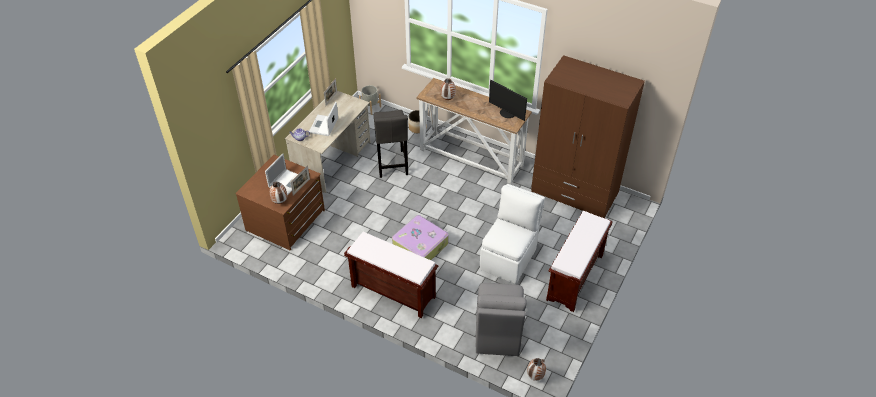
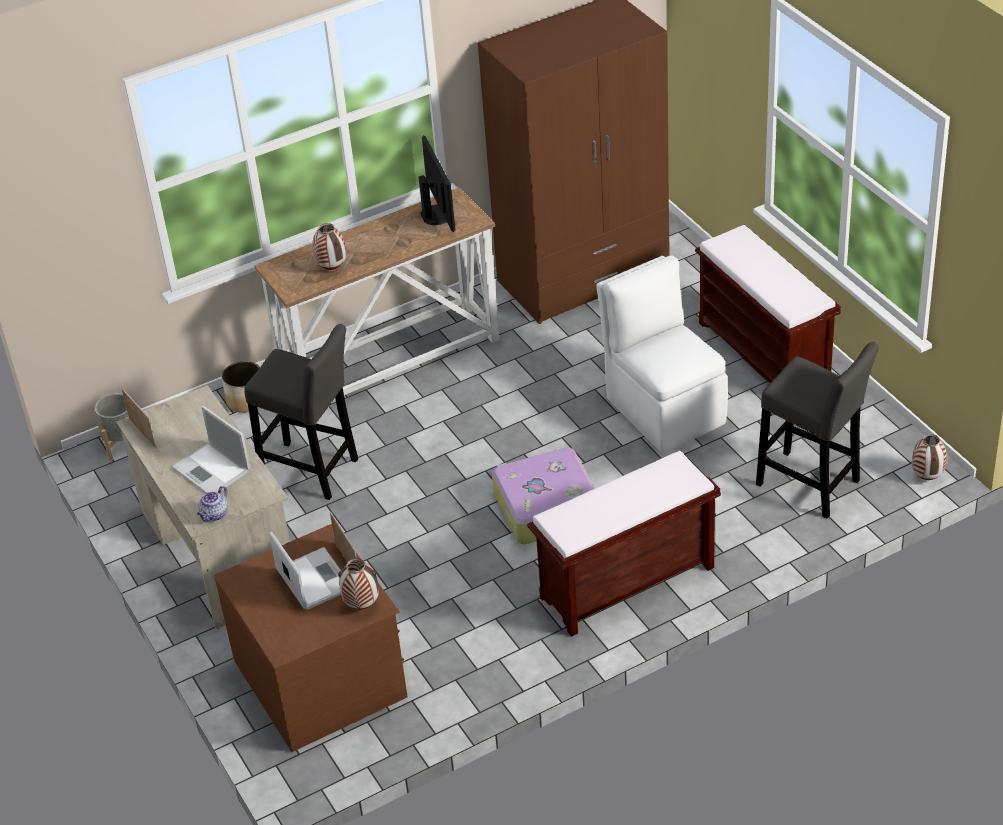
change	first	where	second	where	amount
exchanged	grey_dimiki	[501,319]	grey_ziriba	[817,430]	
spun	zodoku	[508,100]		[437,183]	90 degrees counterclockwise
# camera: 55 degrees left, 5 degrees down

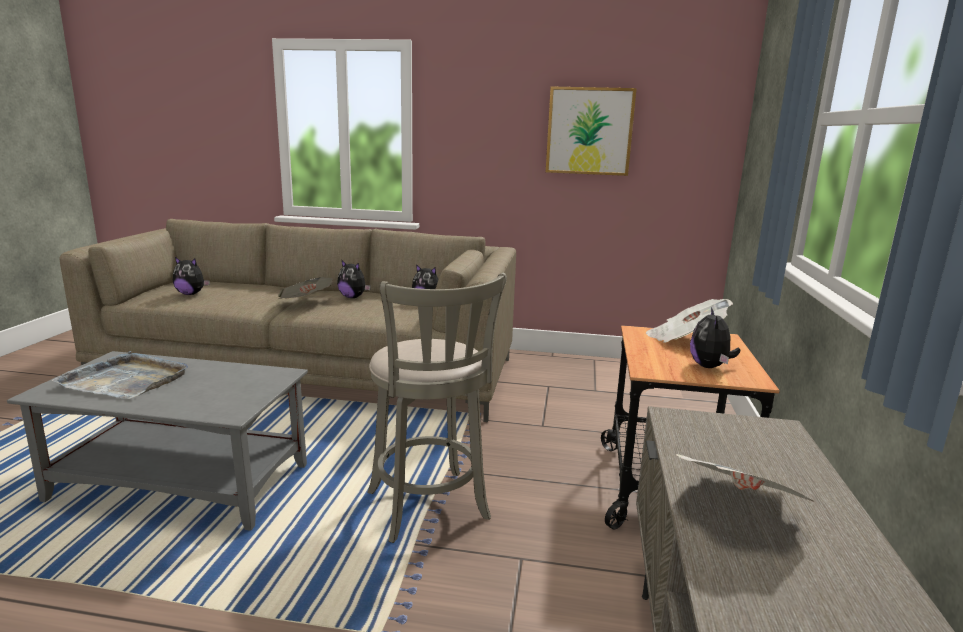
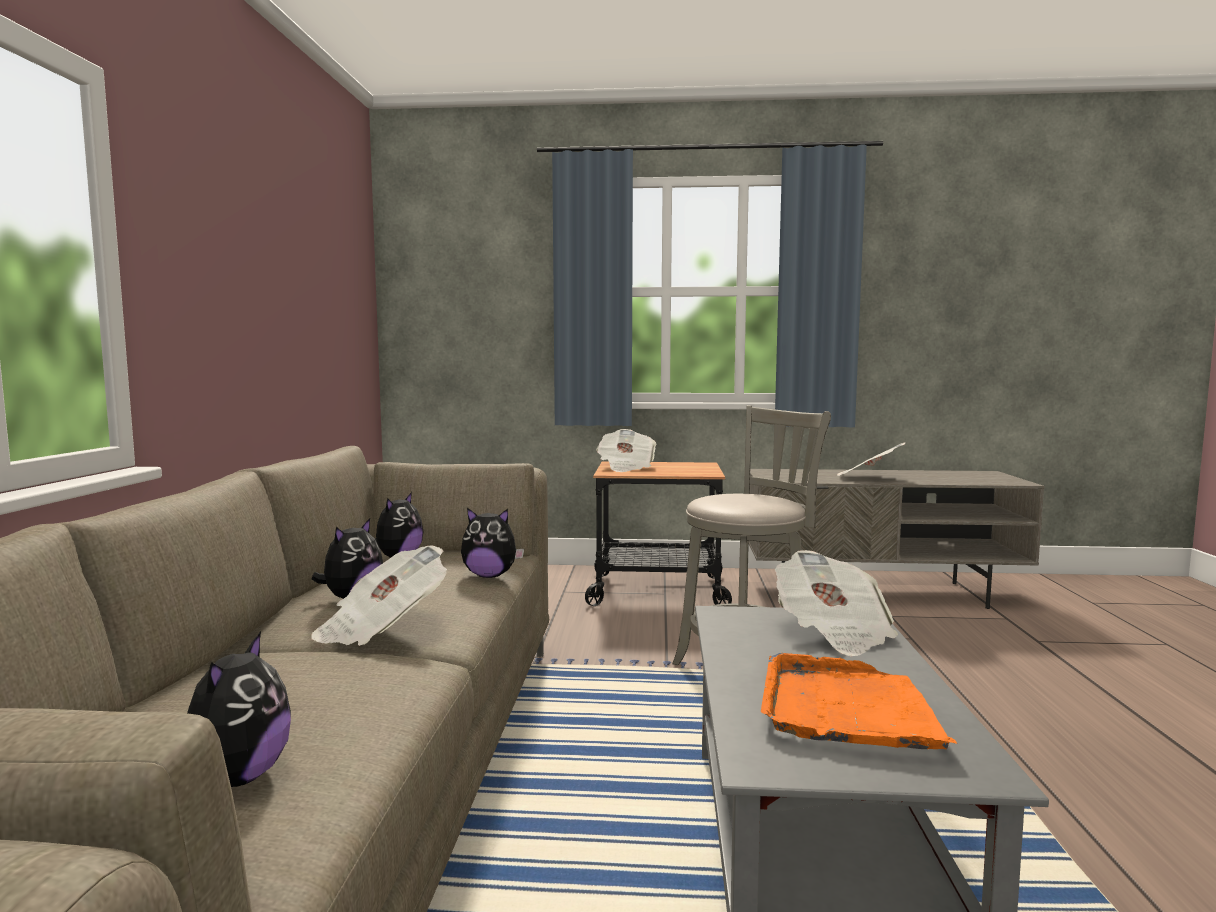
change	first	where	second	where	amount
missing	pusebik	[591,131]			
appeared			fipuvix	[836,603]	
relocated	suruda	[715,337]		[492,543]	
colour	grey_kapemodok	[120,375]	orange_kapemodok	[859,701]	
# camera: 95 degrees left, 10 degrees down

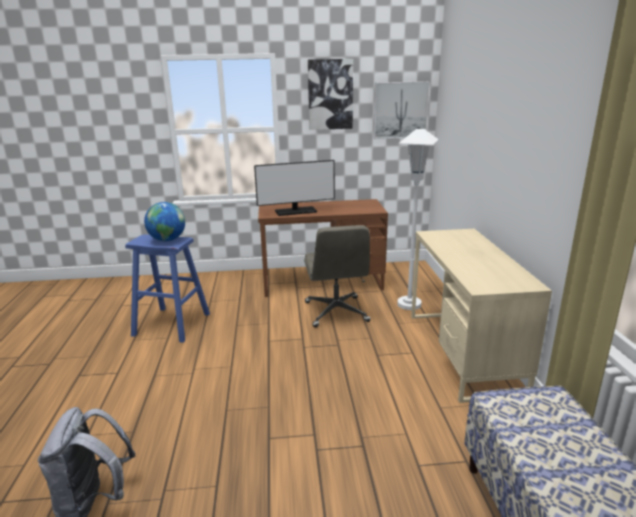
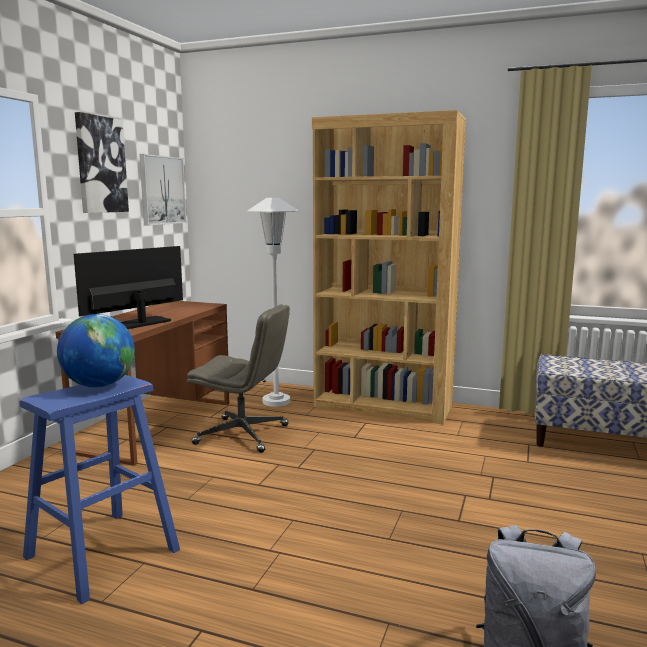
change	first	where	second	where	amount
exchanged	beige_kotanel	[481,316]	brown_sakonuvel	[389,267]	
spun	zodoku	[294,188]		[128,287]	150 degrees counterclockwise
# camera: 65 degrees left, 10 degrees down

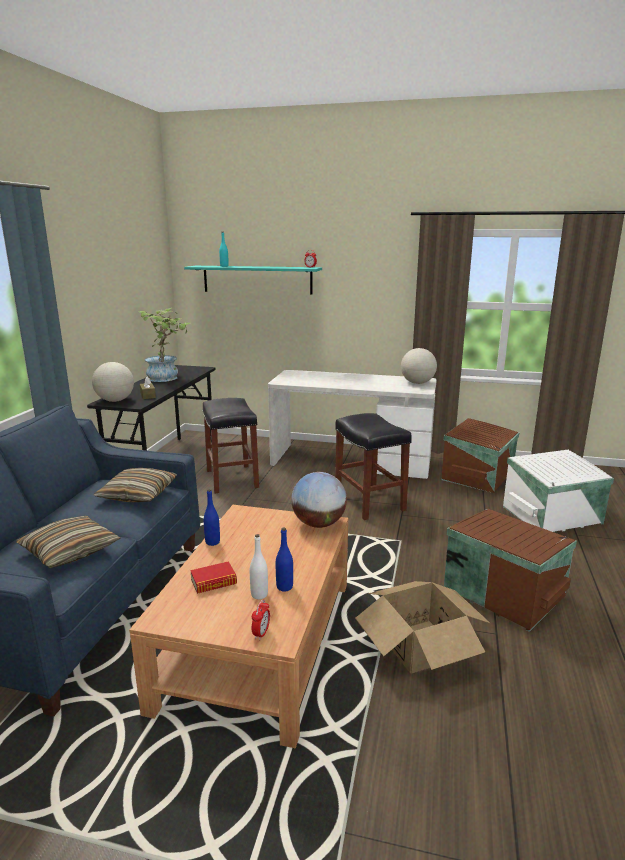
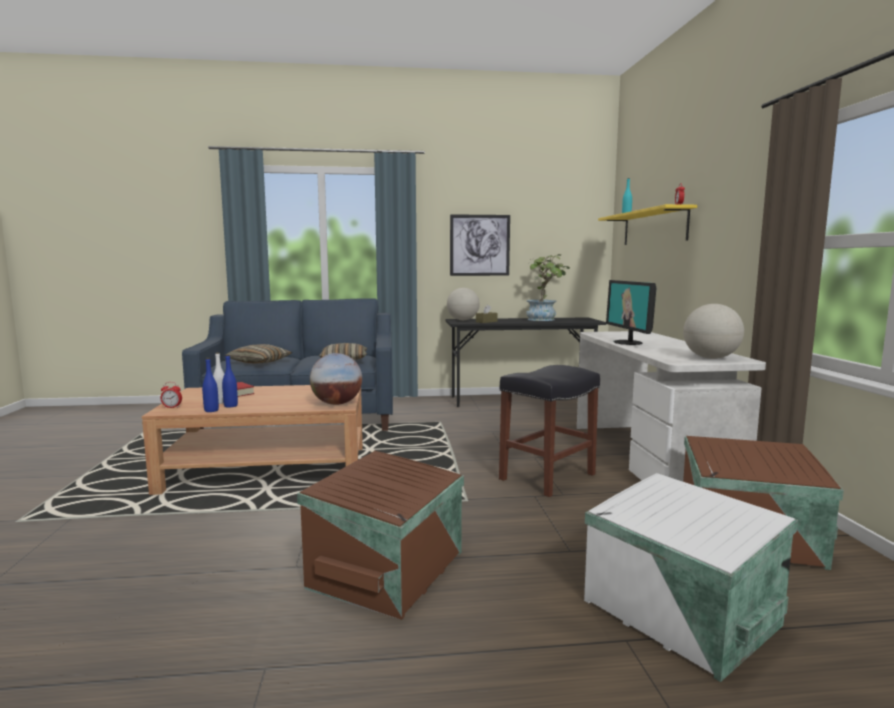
change	first	where	second	where	amount
missing	black_ziriba	[230,445]			
missing	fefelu	[423,627]			
appeared			pusebik	[480,245]	
appeared			zodoku	[631,312]	
relocated	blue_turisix	[212,517]		[210,385]	
colour	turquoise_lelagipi	[253,280]	yellow_lelagipi	[647,224]	
# camera: 70 degrees right, 10 degrees down

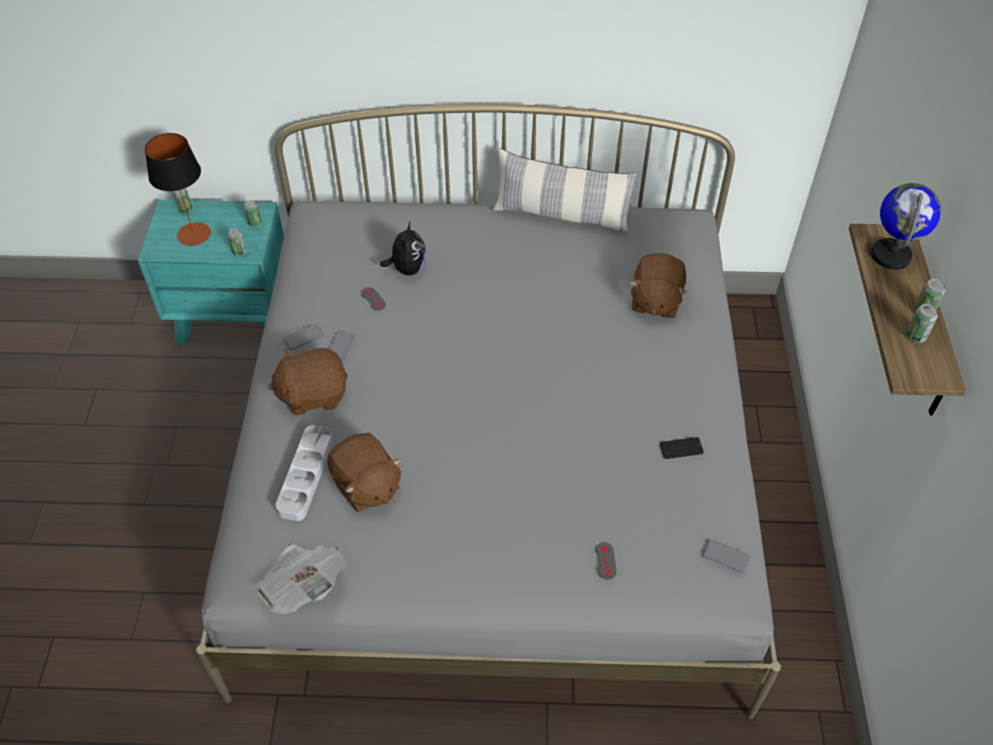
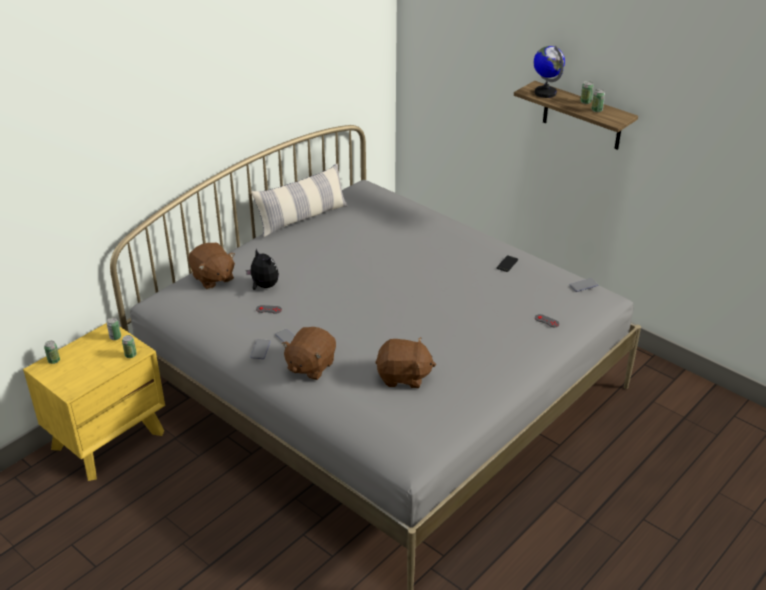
change	first	where	second	where	amount
missing	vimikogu	[178,189]			
missing	fipuvix	[300,579]			
missing	grey_kapemodok	[304,473]			
relocated	brown_suruda	[658,285]		[212,266]	
colour	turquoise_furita	[211,273]	yellow_furita	[94,402]	
# camera: 50 degrees left, 15 degrees down

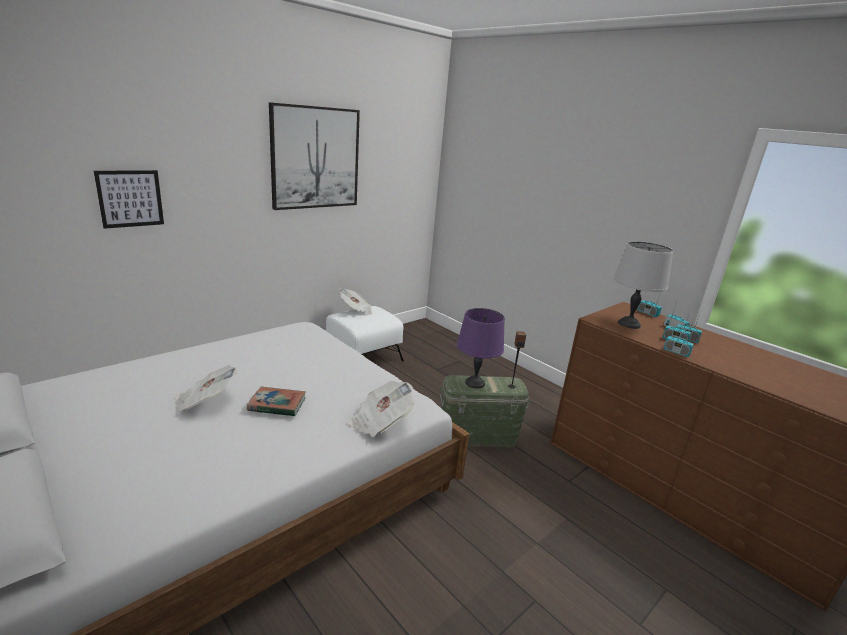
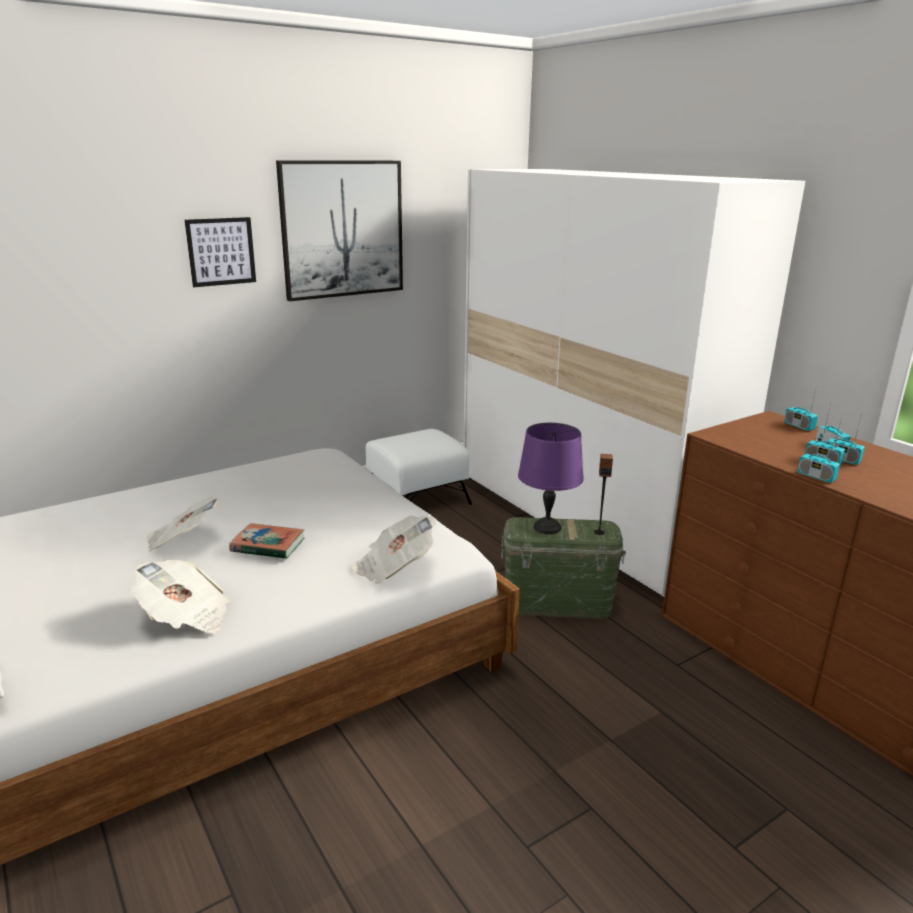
change	first	where	second	where	amount
missing	grey_vimikogu	[643,285]			
appeared			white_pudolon	[634,383]	
relocated	pusebik	[129,199]		[220,252]	
relocated	fipuvix	[355,302]		[180,597]	
# camera: 10 degrees right, 0 degrees up

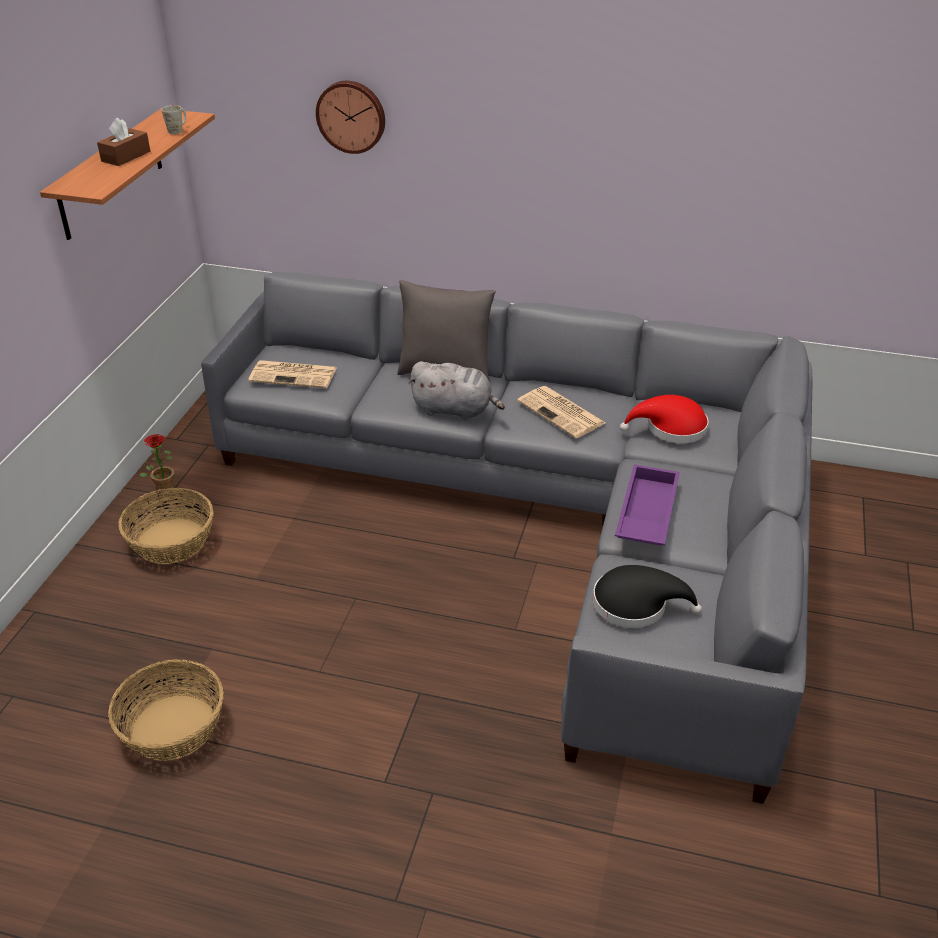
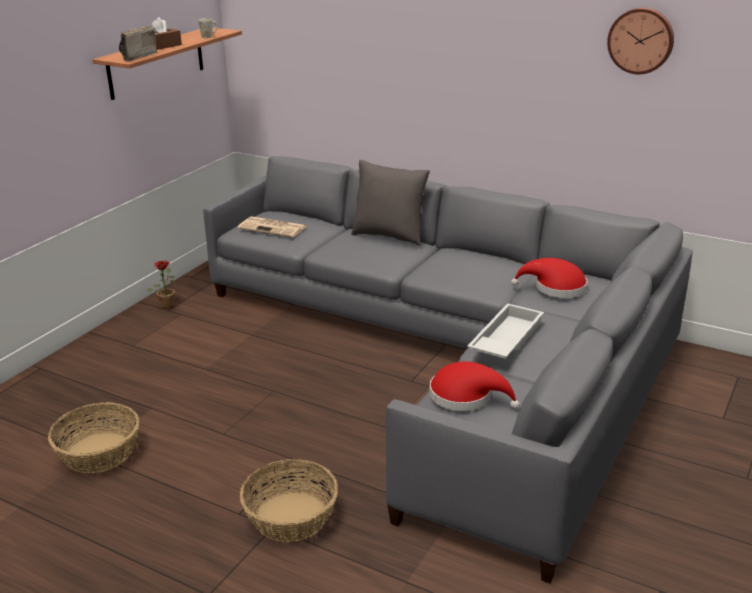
change	first	where	second	where	amount
missing	grey_suruda	[456,390]			
missing	fipuvix	[561,412]			
appeared			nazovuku	[138,43]	
relocated	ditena	[166,526]		[289,500]	
relocated	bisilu	[350,117]		[640,40]	
colour	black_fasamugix	[647,596]	red_fasamugix	[474,386]	
colour	purple_kapemodok	[647,505]	white_kapemodok	[505,331]	
# camera: 15 degrees right, 10 degrees down

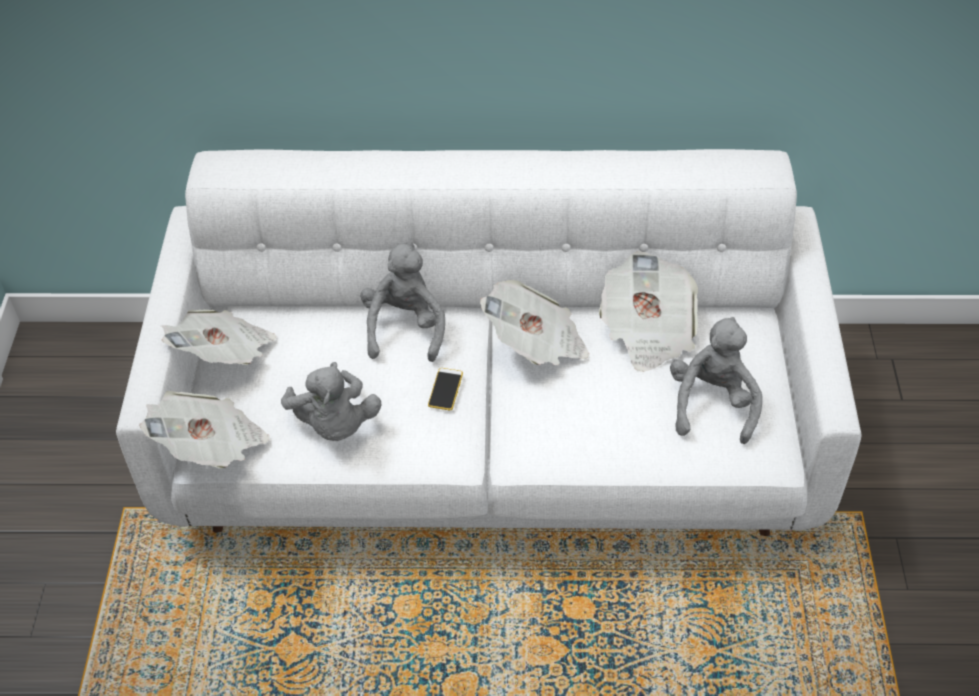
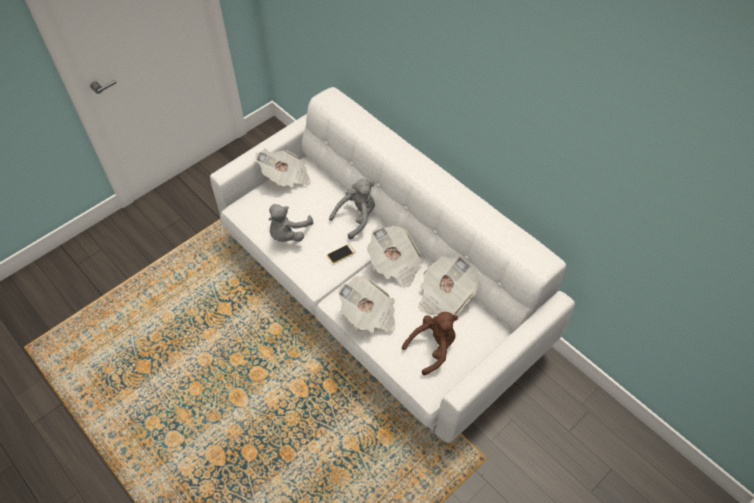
change	first	where	second	where	amount
relocated	fipuvix	[204,429]		[366,304]	
colour	grey_suruda	[716,380]	brown_suruda	[430,343]	
# camera: 45 degrees right, 5 degrees up

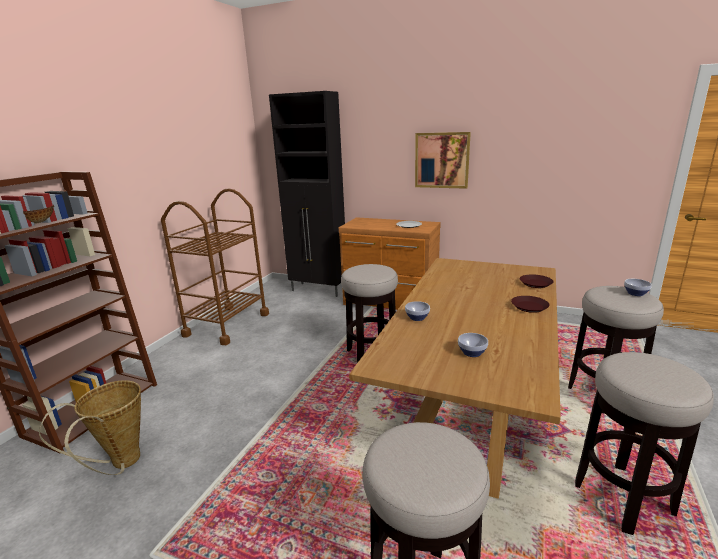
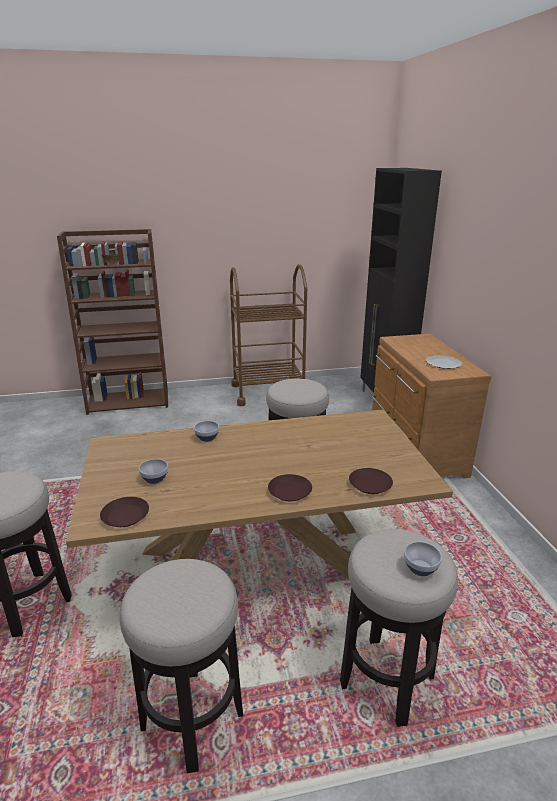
change	first	where	second	where	amount
missing	ditena	[90,427]			
missing	pusebik	[443,160]			
appeared			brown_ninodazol	[124,512]	
# camera: 55 degrees right, 5 degrees up

